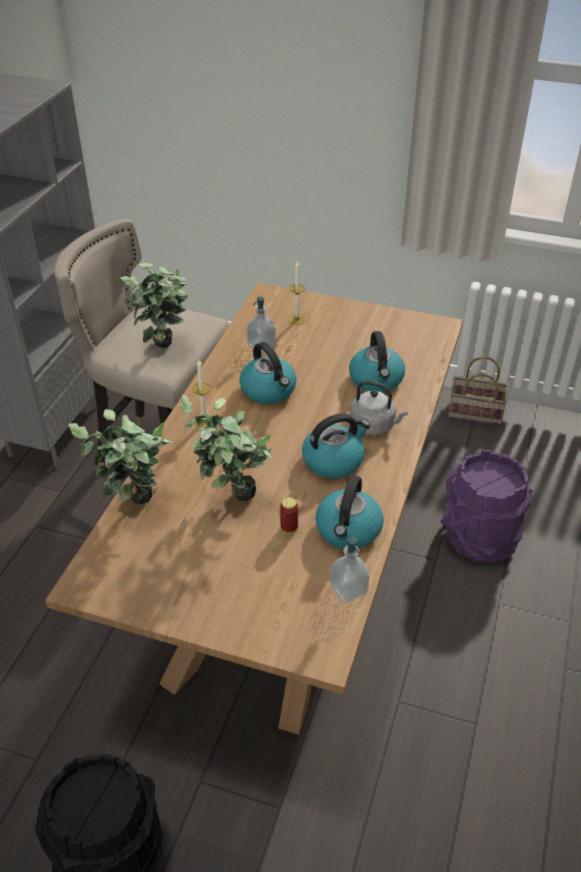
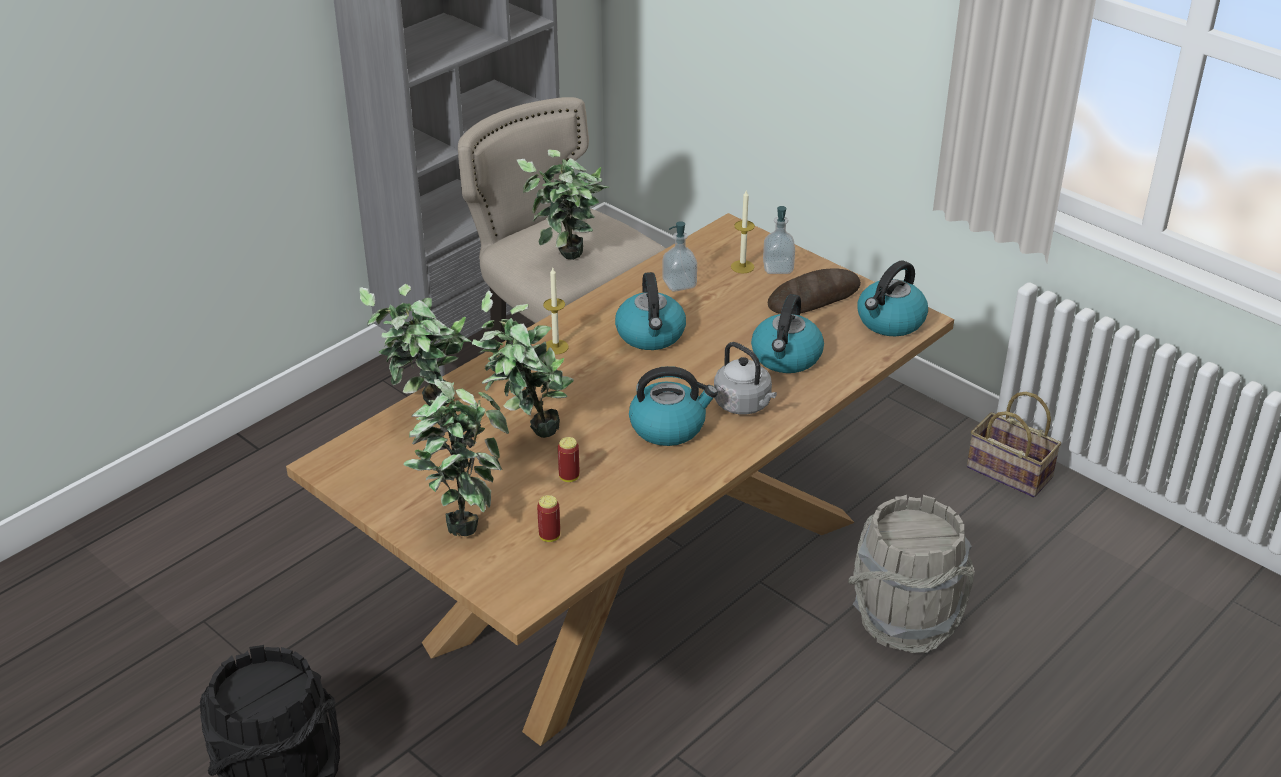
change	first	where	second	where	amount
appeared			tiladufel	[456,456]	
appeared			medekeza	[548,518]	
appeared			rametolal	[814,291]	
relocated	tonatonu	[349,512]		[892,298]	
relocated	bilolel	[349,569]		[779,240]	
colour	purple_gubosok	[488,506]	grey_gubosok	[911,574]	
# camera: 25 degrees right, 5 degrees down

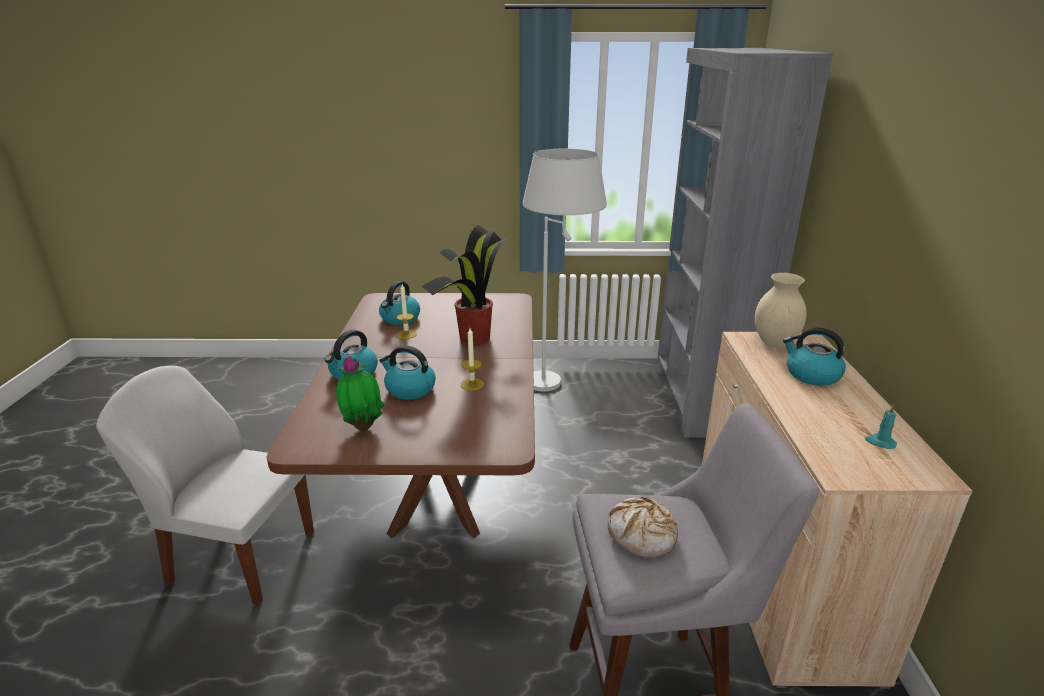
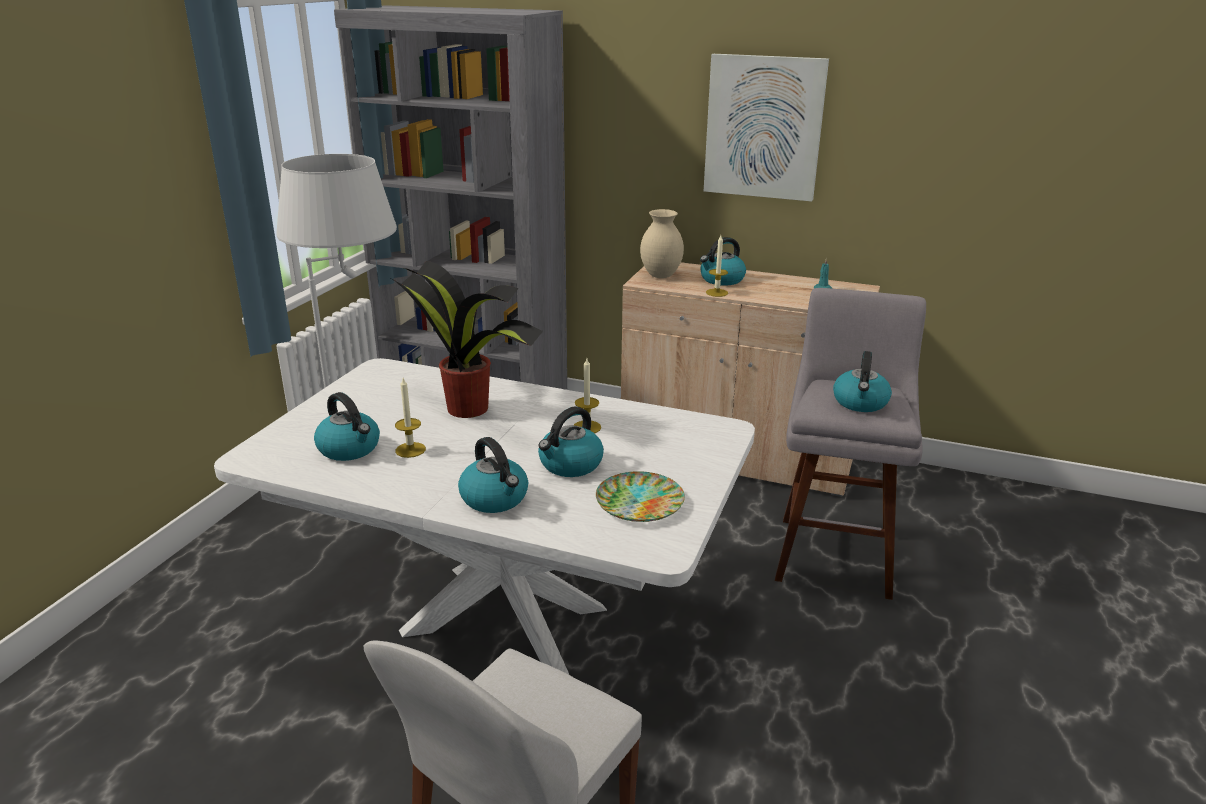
change	first	where	second	where	amount
appeared			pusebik	[766,127]	
appeared			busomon	[717,266]	
exchanged	tiladufel	[360,393]	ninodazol	[640,496]	
exchanged	rametolal	[643,527]	tonatonu	[862,381]	
colour	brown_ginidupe	[400,416]	white_ginidupe	[484,516]	
# camera: 70 degrees left, 0 degrees up

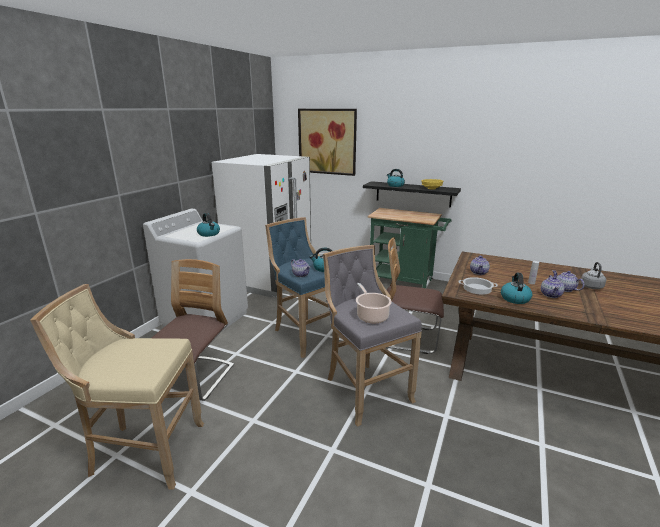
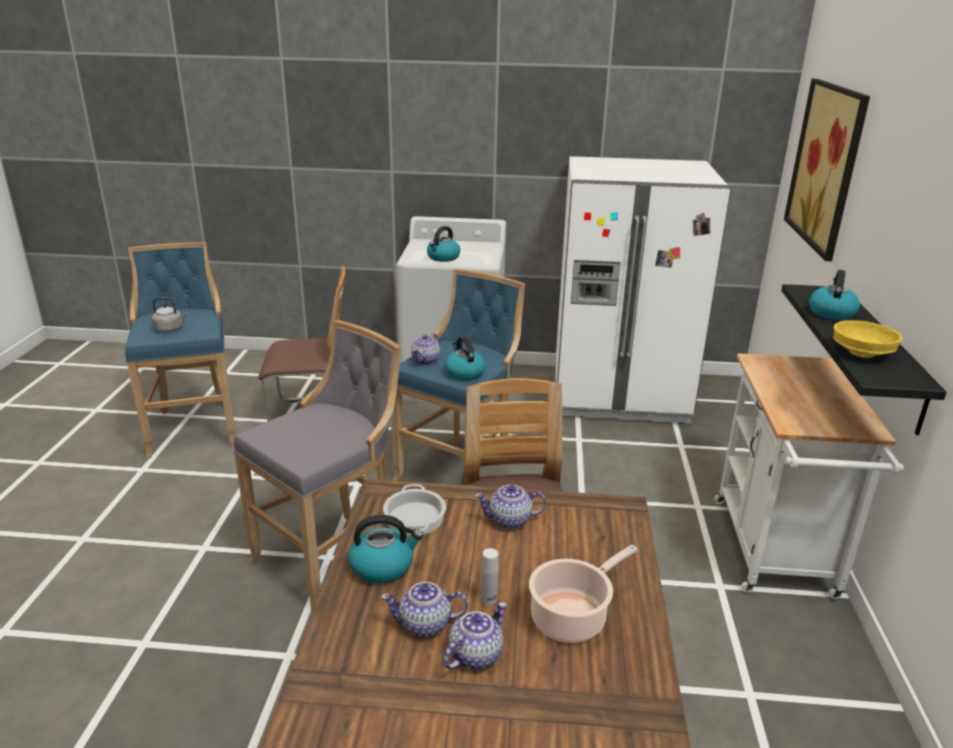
change	first	where	second	where	amount
relocated	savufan	[374,303]		[583,594]	
relocated	grey_tonatonu	[593,275]		[170,314]	
colour	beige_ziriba	[117,387]	blue_ziriba	[180,350]	
colour	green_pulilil	[409,248]	white_pulilil	[809,476]	
# camera: 70 degrees right, 5 degrees up

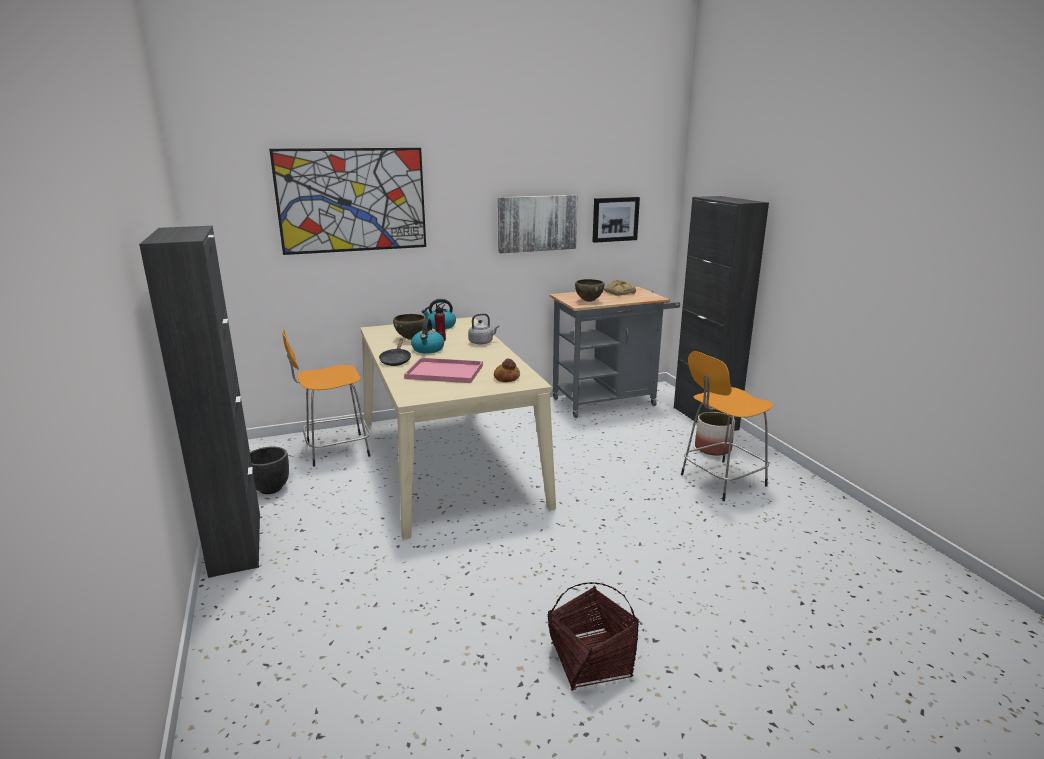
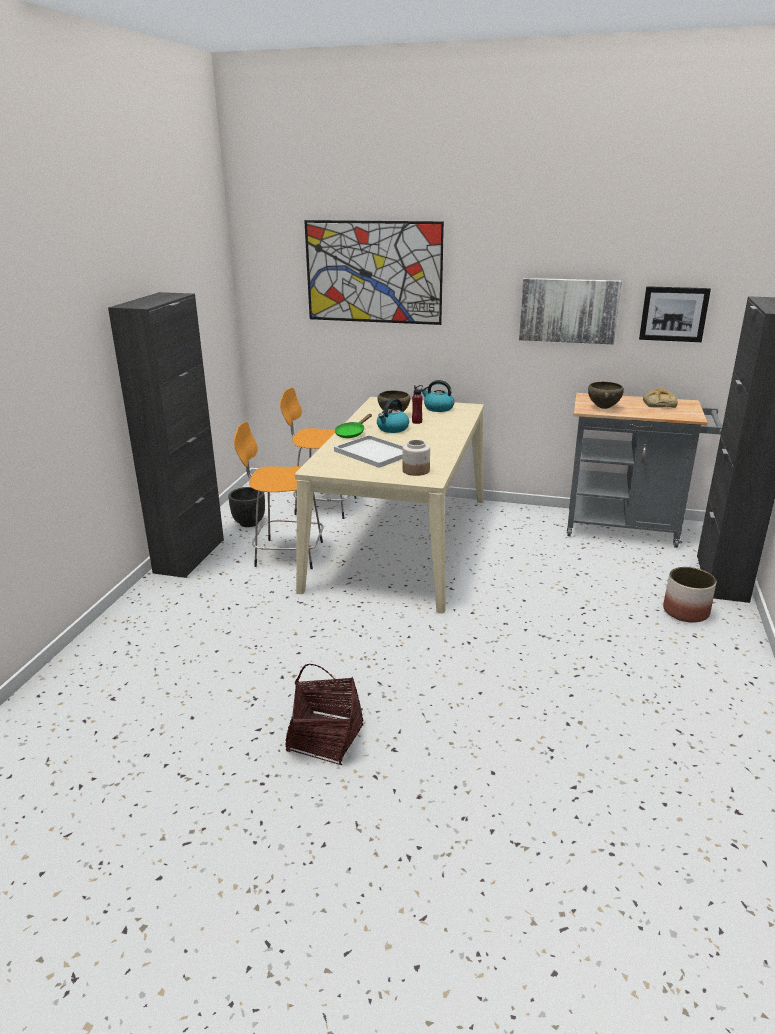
change	first	where	second	where	amount
missing	grey_tonatonu	[483,328]			
relocated	orange_ziriba	[727,426]		[279,495]	
exchanged	rametolal	[507,370]	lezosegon	[416,458]	
colour	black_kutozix	[395,352]	green_kutozix	[353,426]	
colour	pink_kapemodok	[443,370]	white_kapemodok	[368,451]	
# camera: 35 degrees right, 5 degrees up

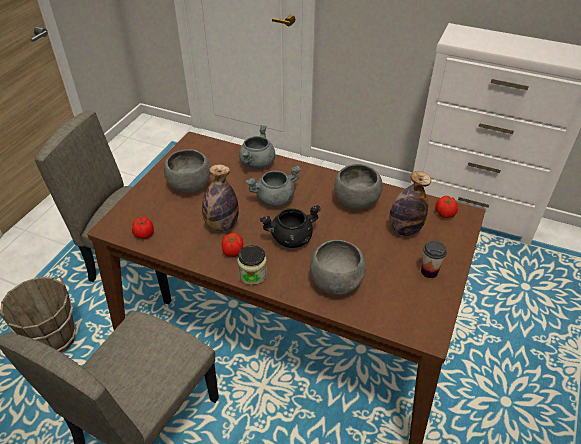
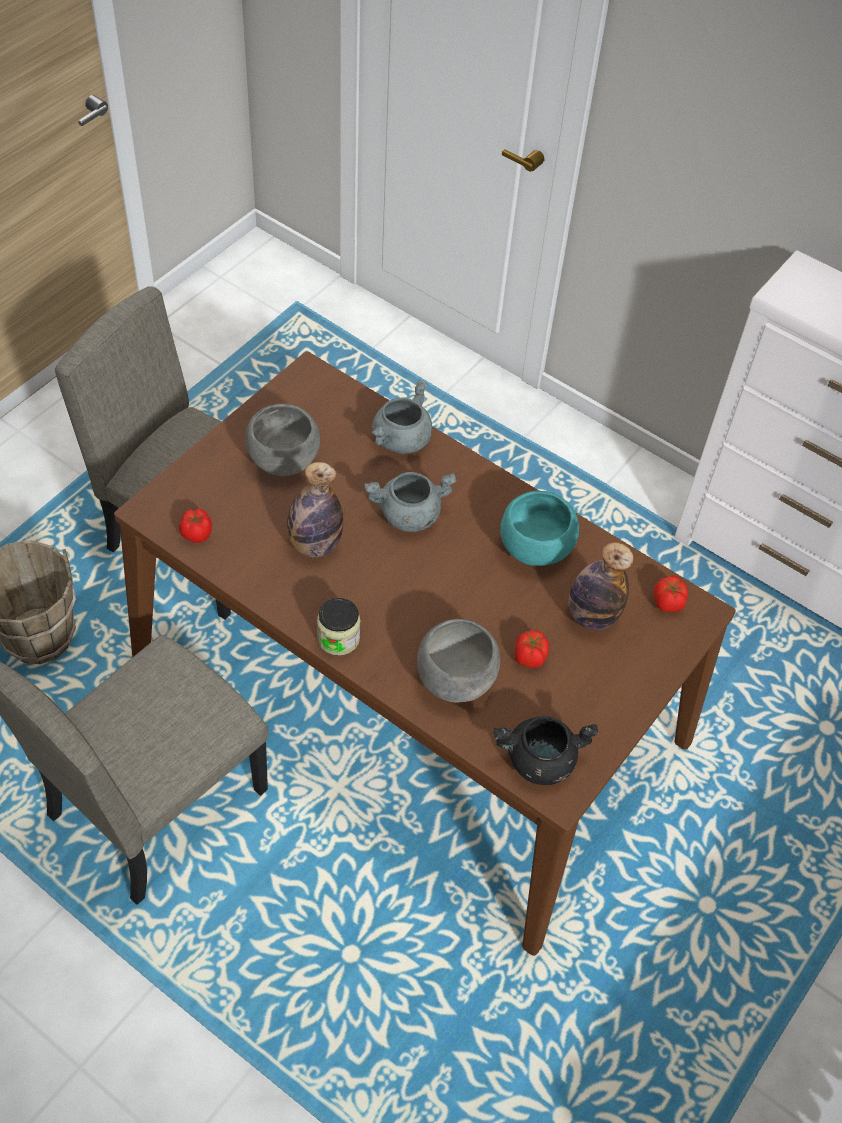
change	first	where	second	where	amount
missing	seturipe	[434,259]			
relocated	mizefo	[232,245]		[532,649]	
relocated	black_savufan	[290,226]		[546,750]	
colour	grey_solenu	[358,186]	turquoise_solenu	[539,528]	
# camera: 10 degrees right, 10 degrees up

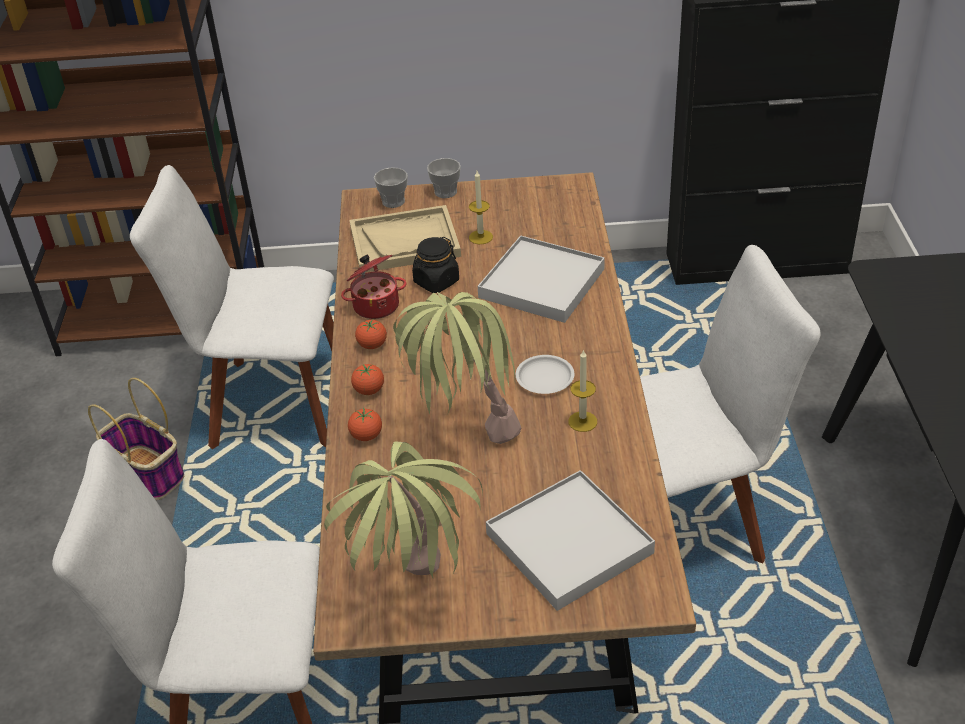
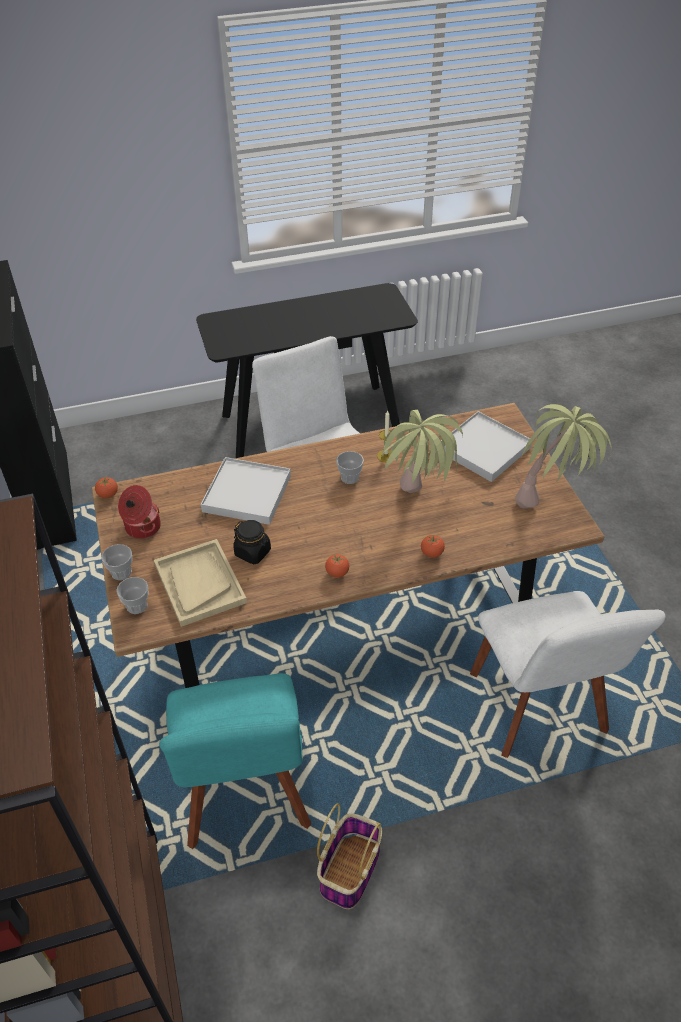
change	first	where	second	where	amount
missing	busomon	[481,207]			
relocated	savufan	[374,287]		[139,512]	
relocated	mizefo	[367,379]		[106,487]	
exchanged	white_ninodazol	[545,374]	seturipe	[350,467]	
colour	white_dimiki	[232,307]	turquoise_dimiki	[235,761]	
# camera: 105 degrees left, 5 degrees up

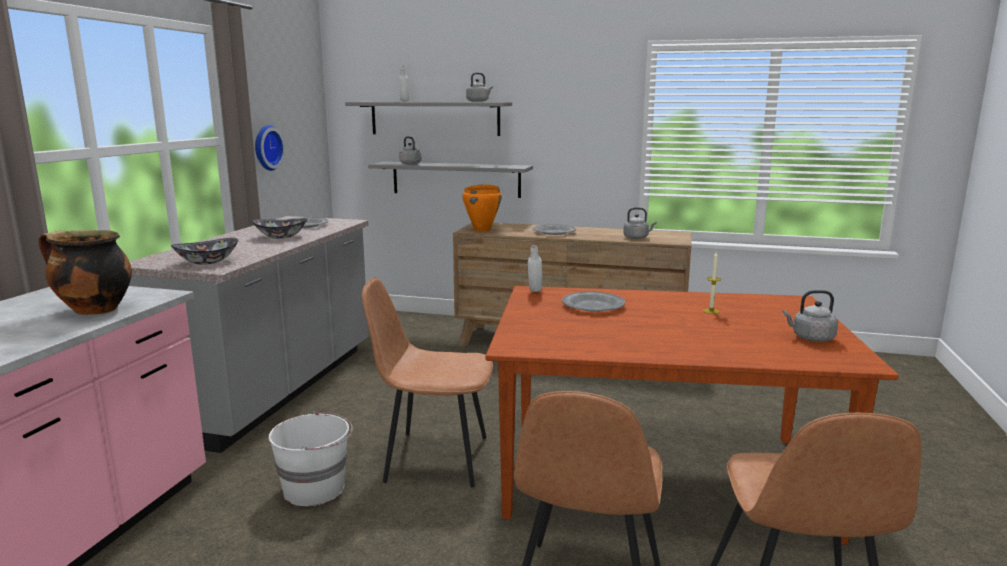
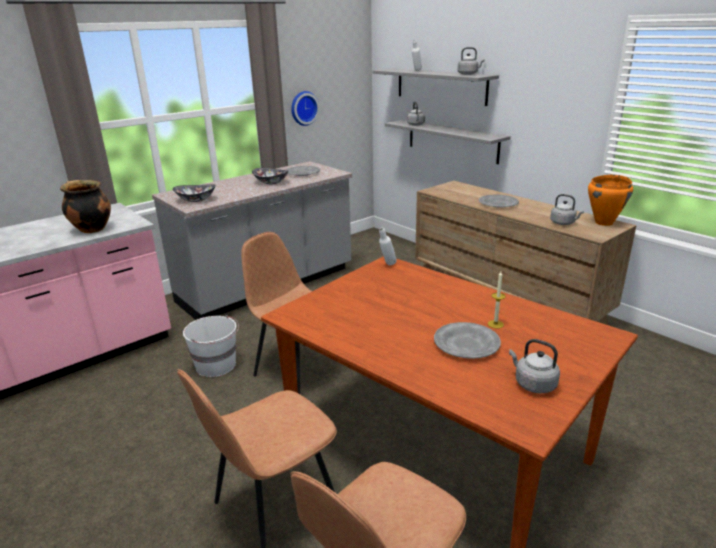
change	first	where	second	where	amount
relocated	orange_savufan	[482,208]		[610,200]	
relocated	grey_ninodazol	[593,302]		[467,340]	
# camera: 35 degrees right, 10 degrees up

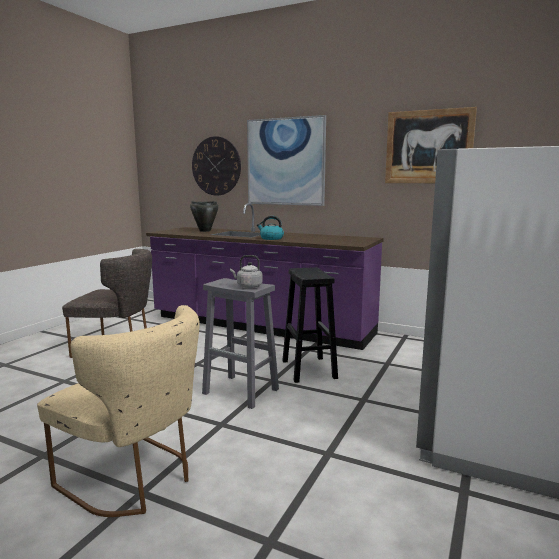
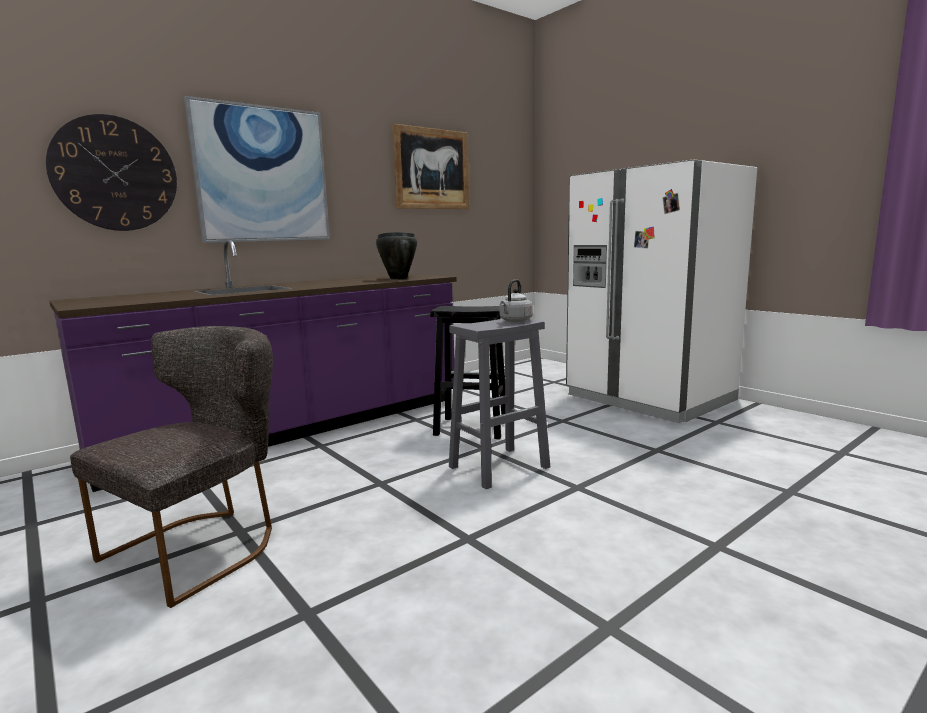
change	first	where	second	where	amount
missing	beige_dimiki	[118,411]			
missing	tonatonu	[270,228]			
relocated	black_savufan	[204,216]		[396,256]	
# camera: 65 degrees left, 0 degrees up

